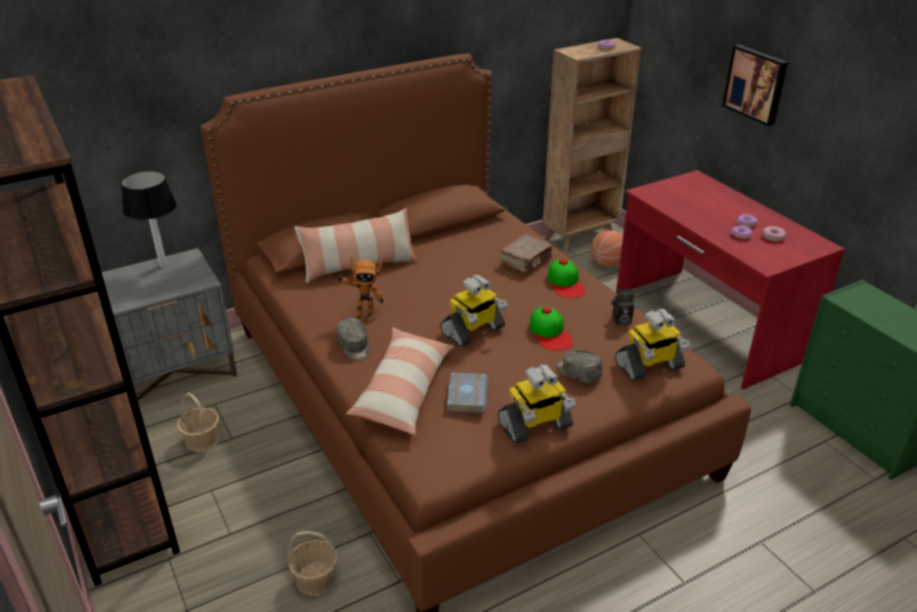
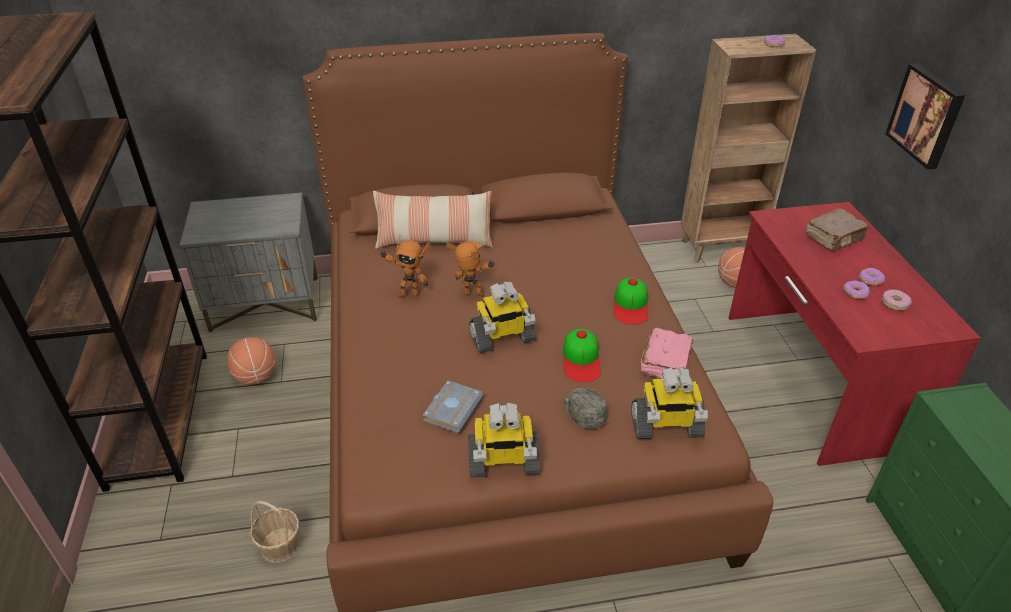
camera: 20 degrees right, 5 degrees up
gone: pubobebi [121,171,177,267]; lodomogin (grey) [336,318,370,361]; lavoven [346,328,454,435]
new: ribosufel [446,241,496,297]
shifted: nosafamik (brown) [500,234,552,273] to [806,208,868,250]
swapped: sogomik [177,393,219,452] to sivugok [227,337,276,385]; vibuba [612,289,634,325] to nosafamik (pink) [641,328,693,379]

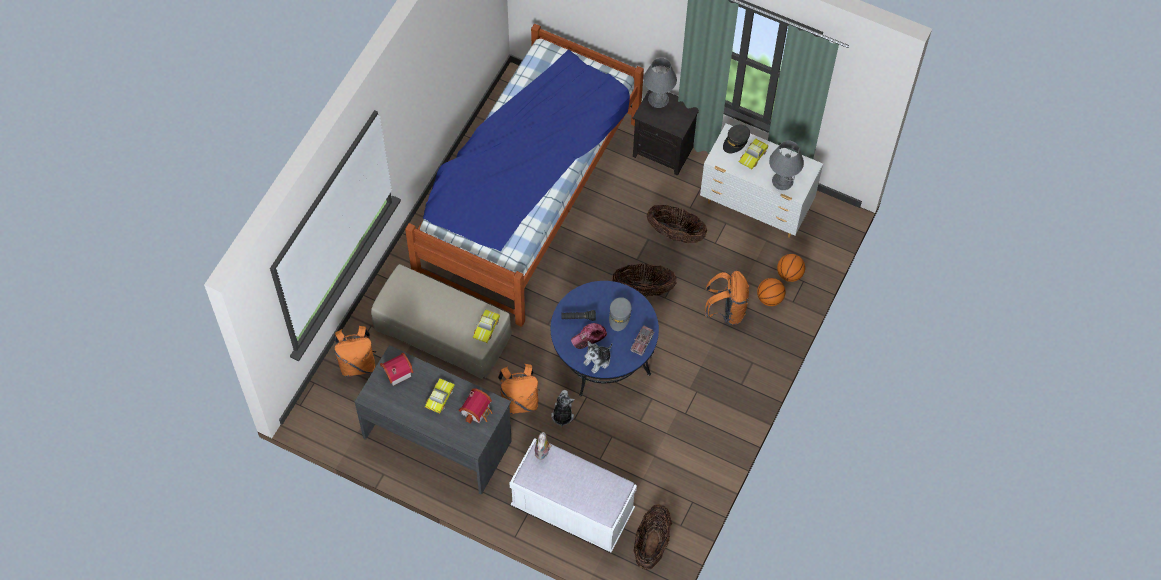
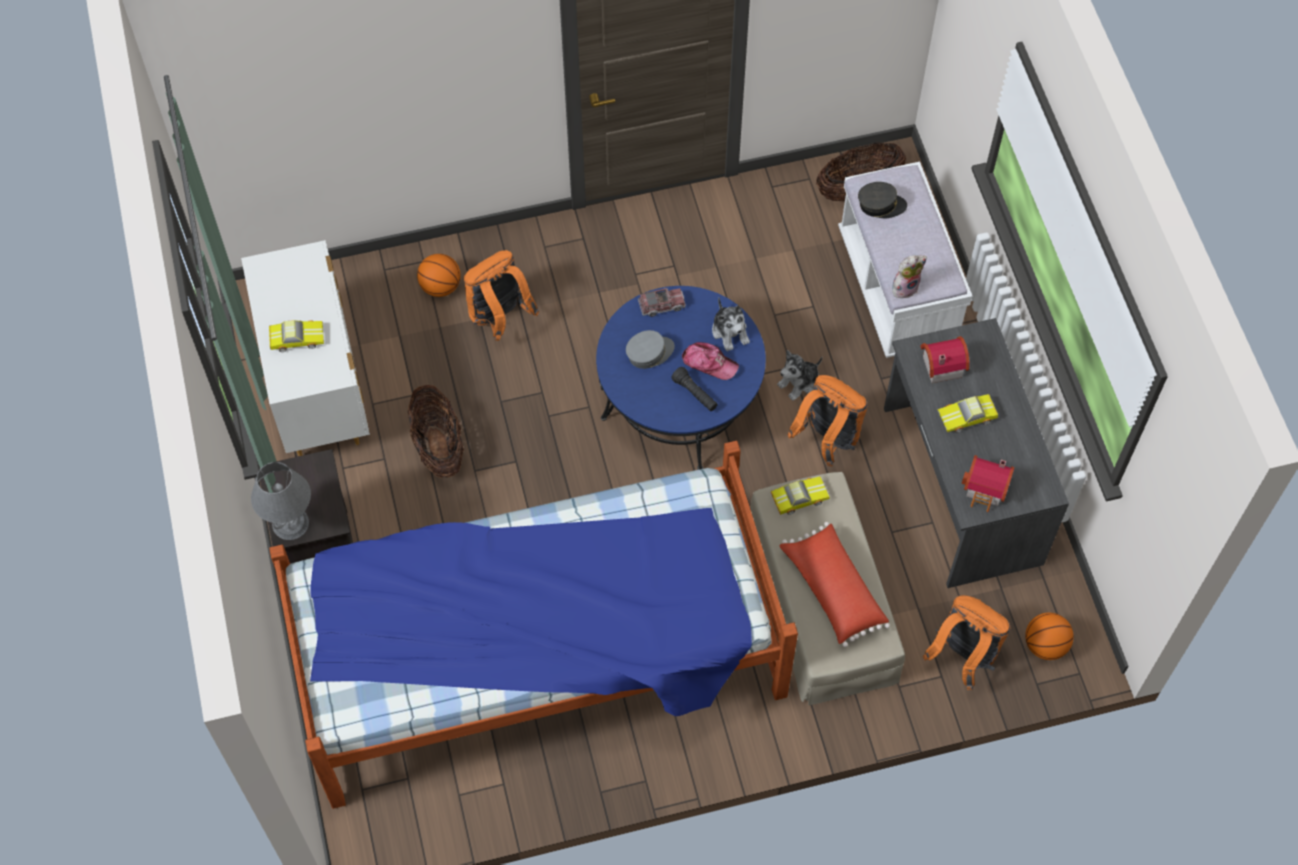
camera: 130 degrees left, 0 degrees up
gone: sogomik [612,264,677,297]; pubobebi (grey) [769,141,804,190]
new: lavoven (red) [780,522,890,647]
shifted: lodomogin (grey) [723,125,750,153] to [858,182,907,218]; sivugok [777,254,805,282] to [1025,613,1074,660]
rotated: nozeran [583,341,612,374] = [712,298,750,351] 60 degrees clockwise

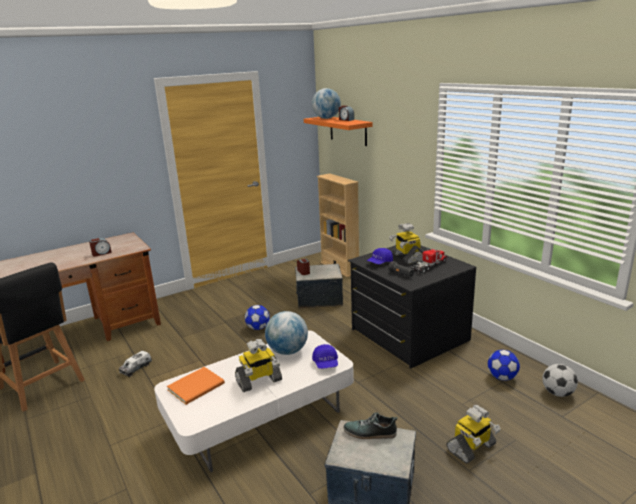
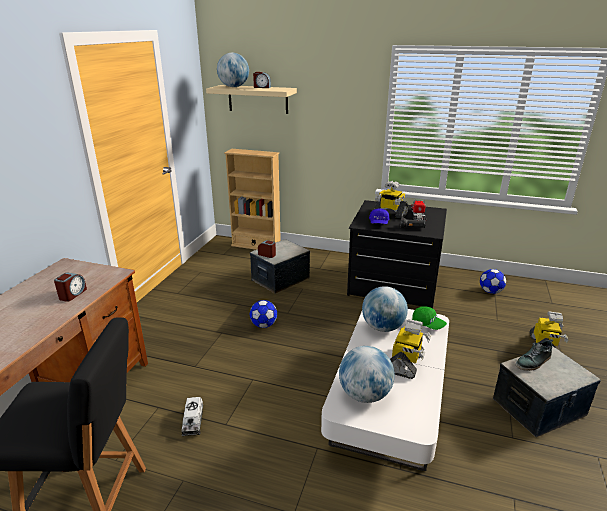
camera: 40 degrees left, 5 degrees up
gone: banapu [543,364,578,397]
swapped: nosafamik (orange) [167,367,225,405] to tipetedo [339,346,395,403]
repainted: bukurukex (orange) [304,117,373,146] to bukurukex (beige) [206,85,297,114]; lodomogin (blue) [312,344,338,369] to lodomogin (green) [412,307,447,330]

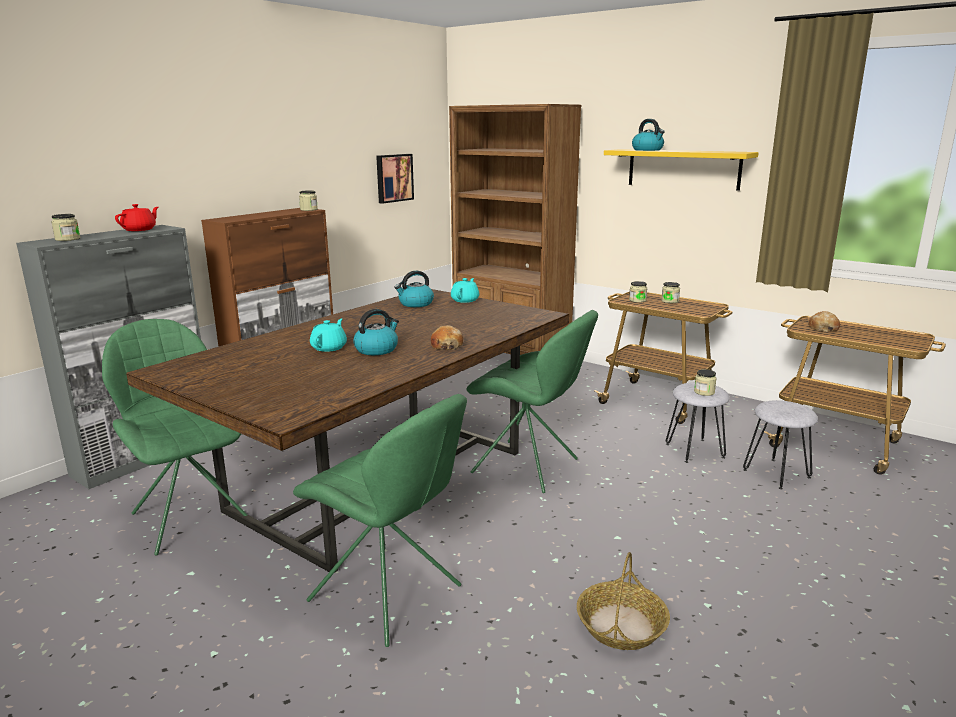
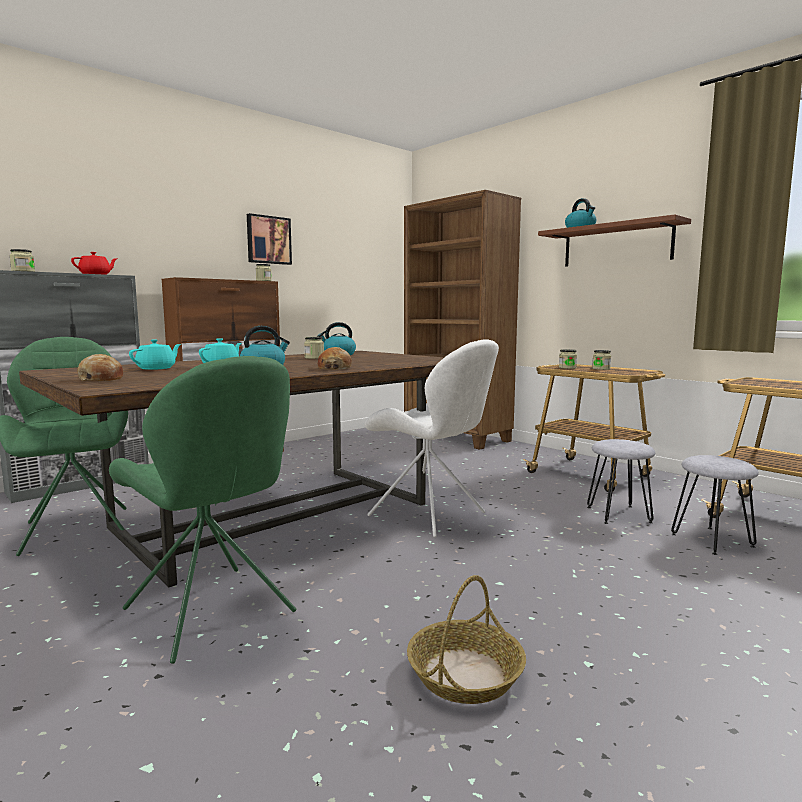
camera: 10 degrees right, 10 degrees down
shifted: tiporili [808,311,840,332] to [77,354,123,381]; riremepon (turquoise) [451,278,479,303] to [129,339,181,370]; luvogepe [376,154,414,204] to [247,213,292,265]; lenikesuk [694,369,717,396] to [304,337,324,359]
repainted: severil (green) [466,310,598,493] to severil (white) [364,339,499,538]; bukurukex (yellow) [604,149,759,191] to bukurukex (brown) [538,214,691,267]

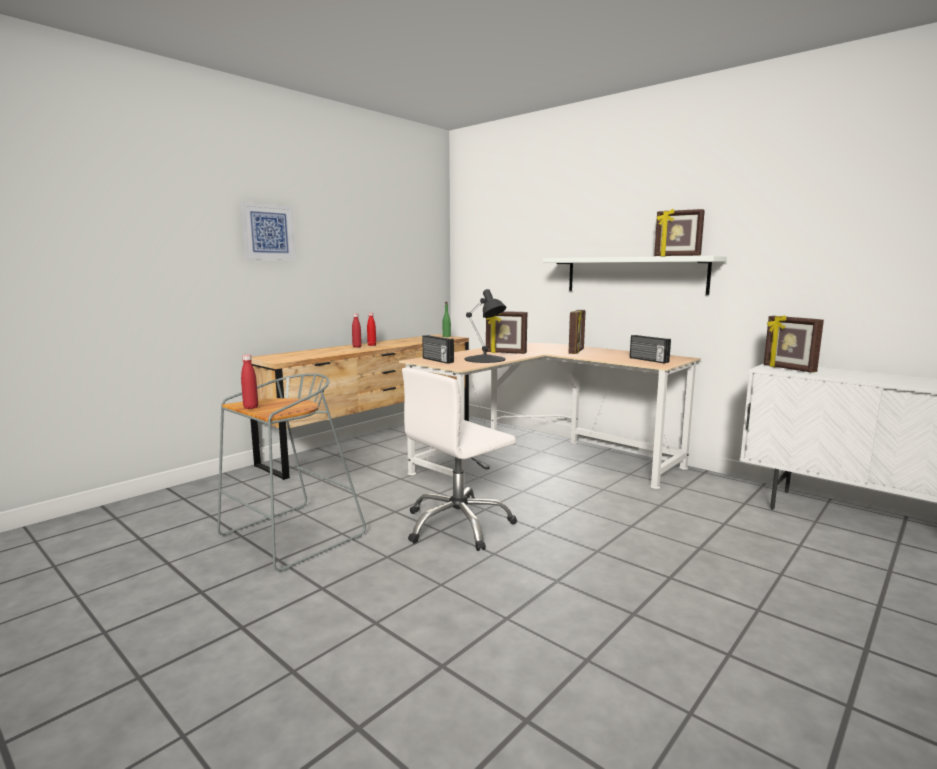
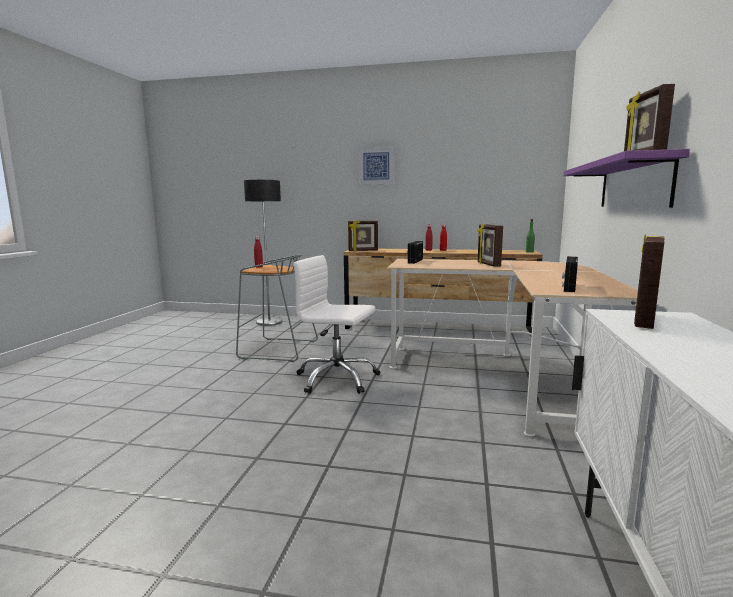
camera: 60 degrees right, 0 degrees up
gone: pubobebi (black) [465,289,506,363]
new: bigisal [244,180,282,326]
shifted: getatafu [569,310,585,354] to [348,220,378,251]
repainted: bukurukex (white) [543,256,727,295] to bukurukex (purple) [563,149,690,208]

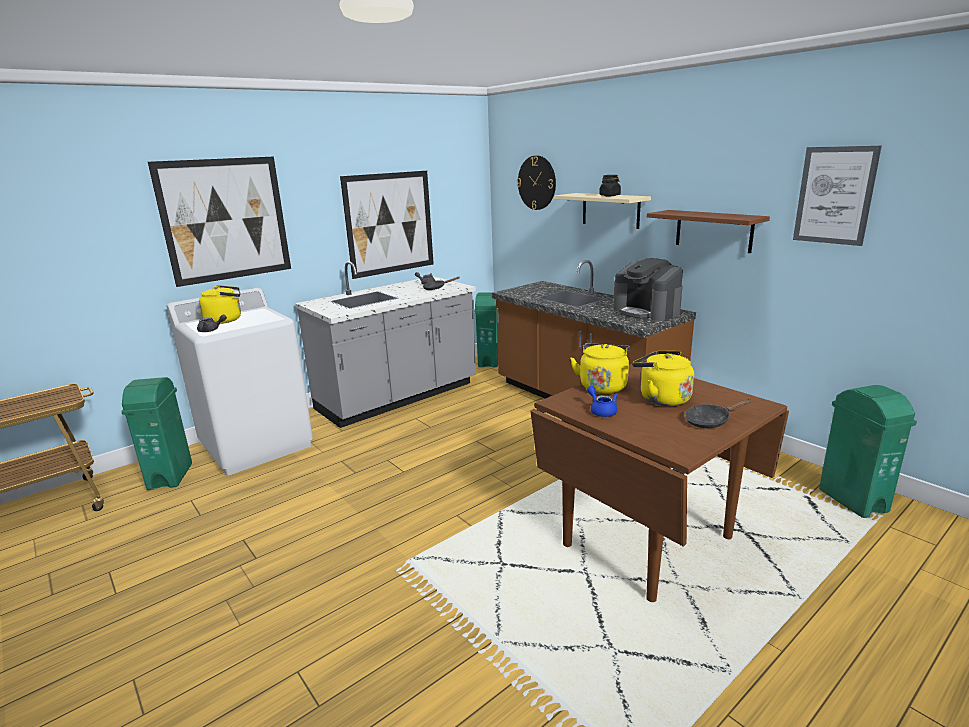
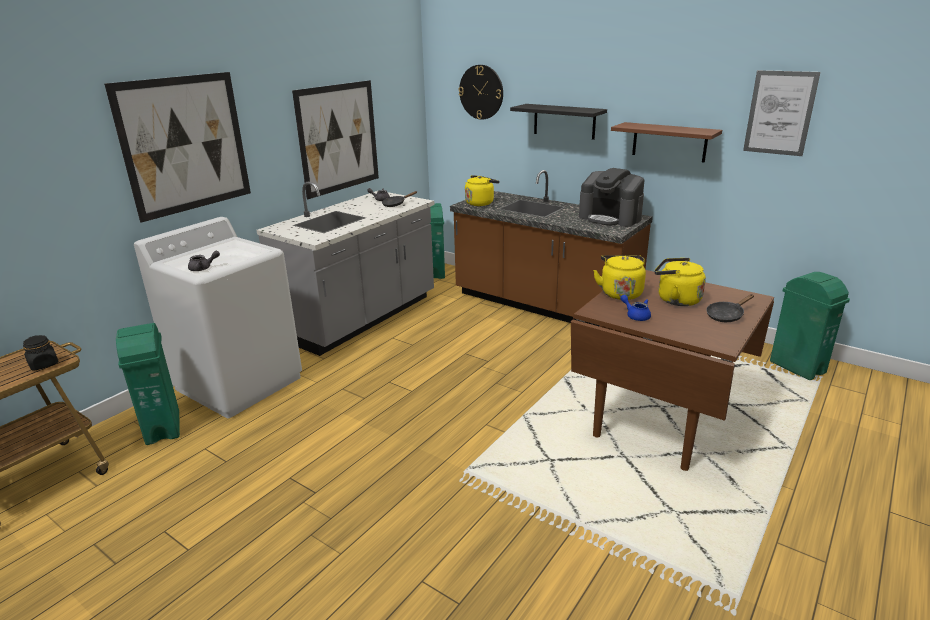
camera: 15 degrees left, 5 degrees up
shifted: lenikesuk (black) [599,175,621,196] to [23,335,58,370]; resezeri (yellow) [199,285,241,324] to [465,175,499,206]
repainted: bukurukex (beige) [554,193,651,229] to bukurukex (black) [510,104,607,140]

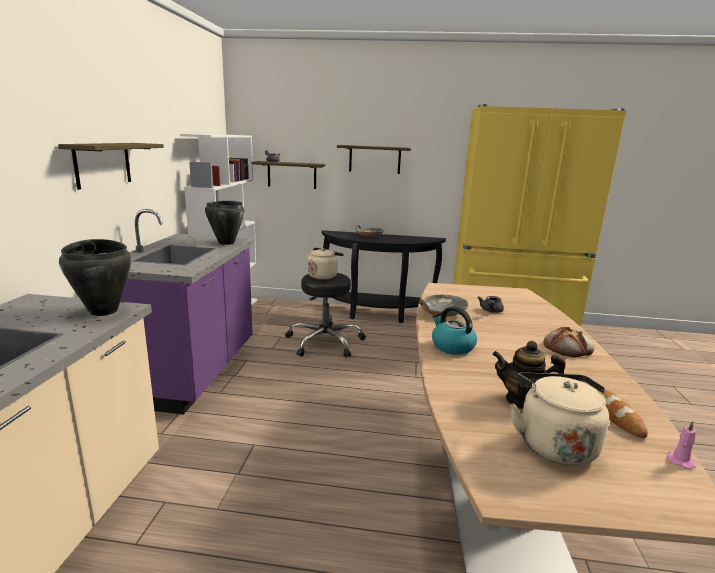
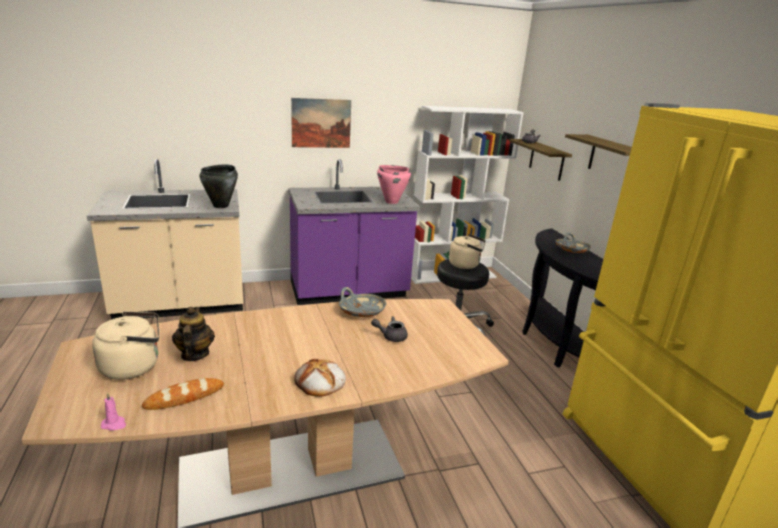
camera: 65 degrees right, 5 degrees up
gone: resezeri [432,306,477,355]
swapped: bukurukex [58,143,164,190] to luvogepe [291,98,351,148]
repainted: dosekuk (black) [205,201,244,245] to dosekuk (pink) [377,165,411,204]

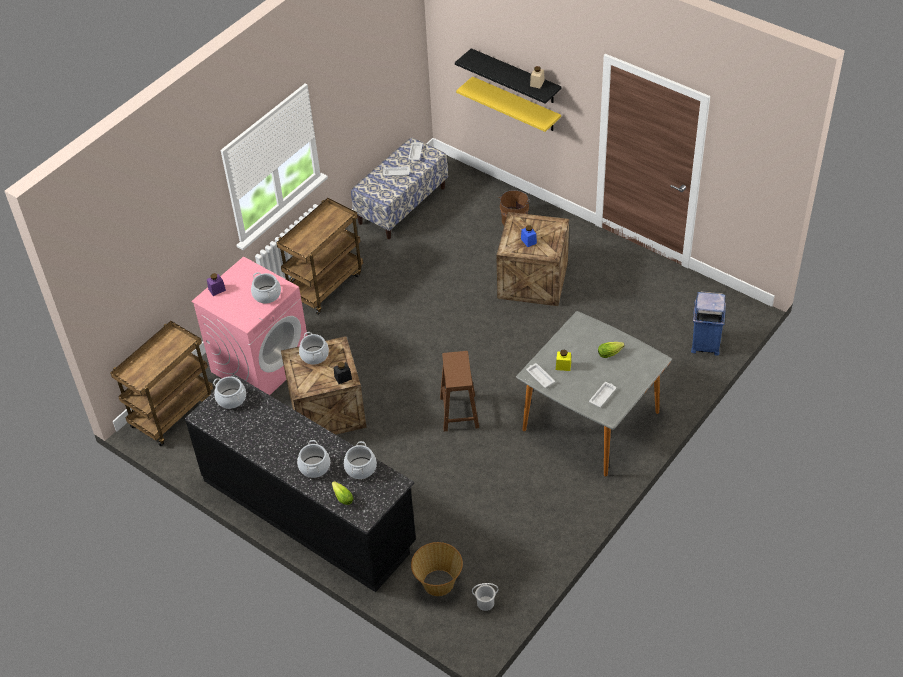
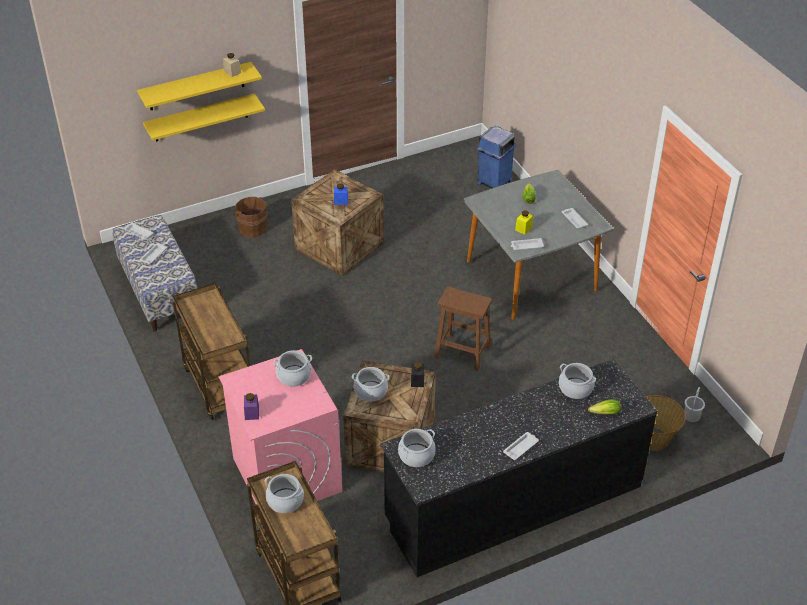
camera: 65 degrees left, 5 degrees down
new: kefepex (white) [503,432,539,460]
shifted: dosekuk [297,440,330,478] to [264,474,304,513]
repainted: bukurukex (black) [455,48,562,104] to bukurukex (yellow) [137,62,262,110]

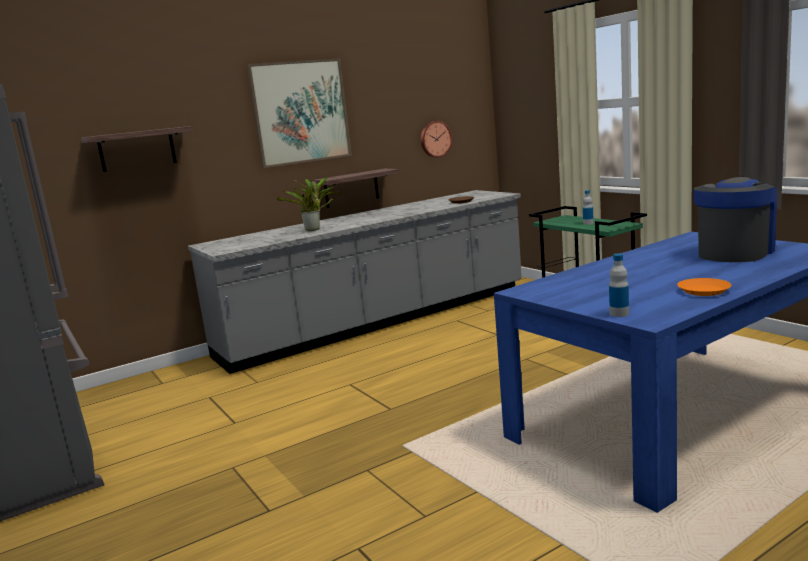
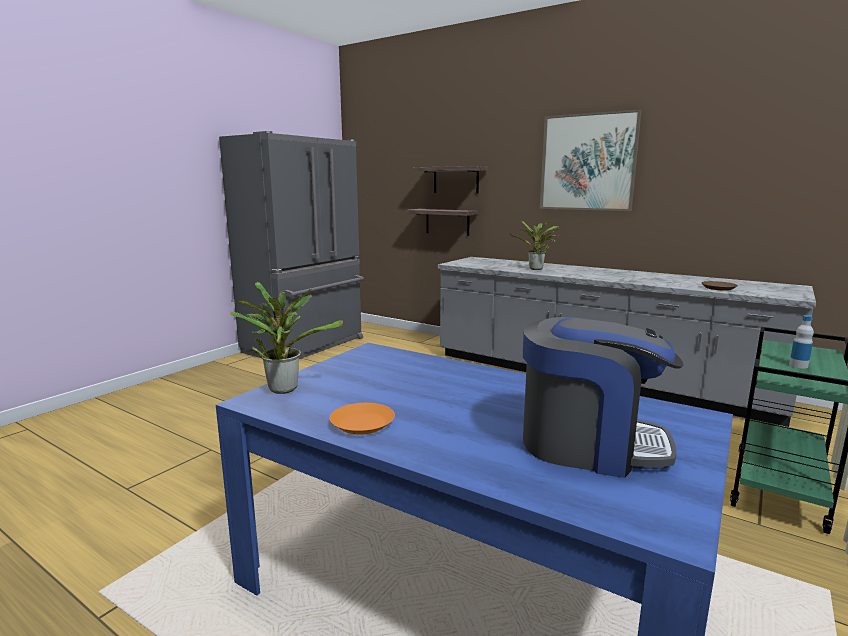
camera: 65 degrees right, 0 degrees up
gone: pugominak [421,121,452,157]
shifted: bukurukex [313,169,399,208] to [406,209,478,236]
swapped: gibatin [609,254,629,317] to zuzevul [230,282,343,394]

